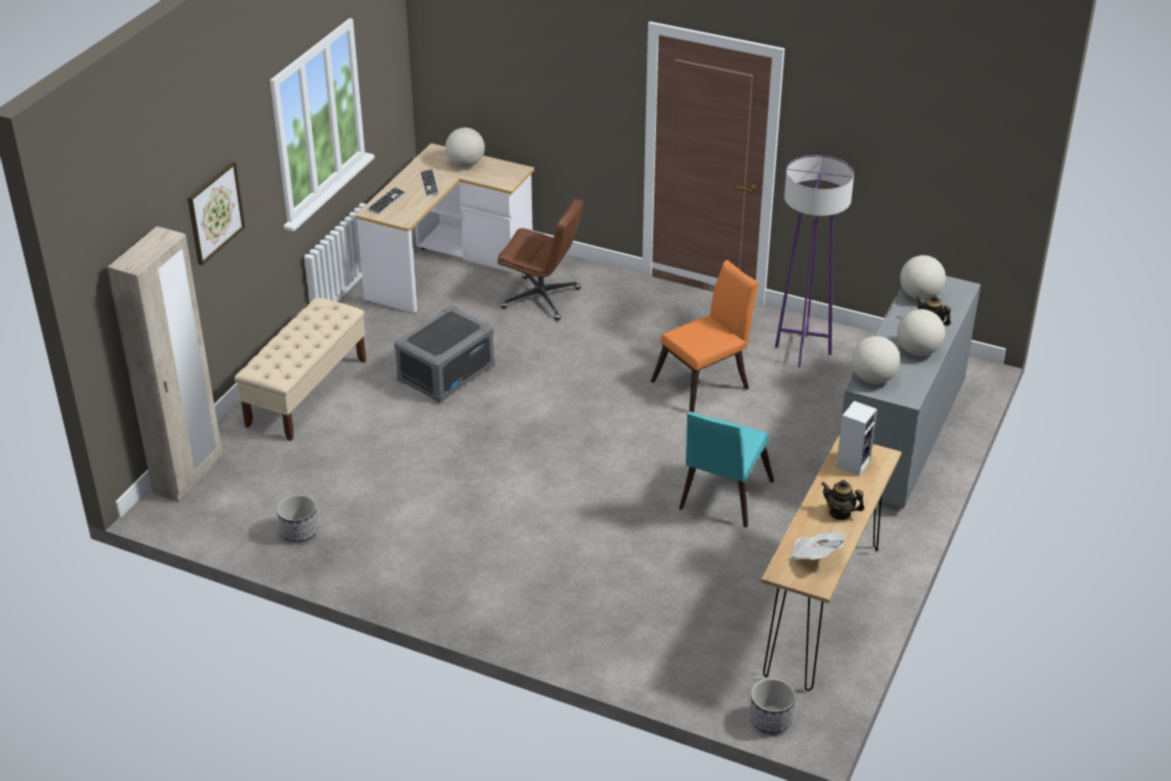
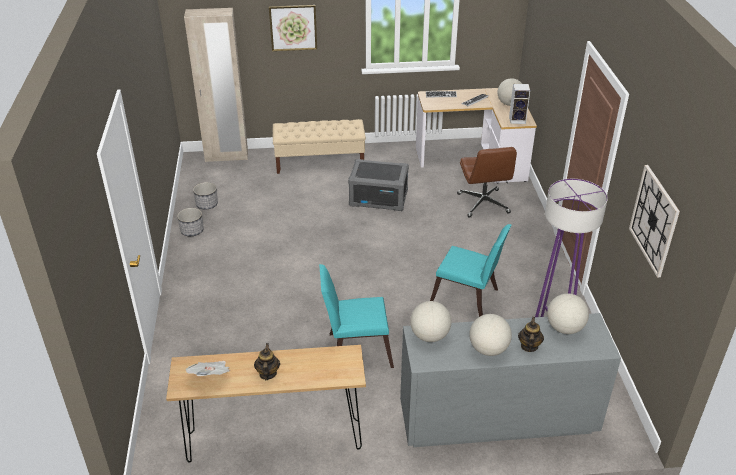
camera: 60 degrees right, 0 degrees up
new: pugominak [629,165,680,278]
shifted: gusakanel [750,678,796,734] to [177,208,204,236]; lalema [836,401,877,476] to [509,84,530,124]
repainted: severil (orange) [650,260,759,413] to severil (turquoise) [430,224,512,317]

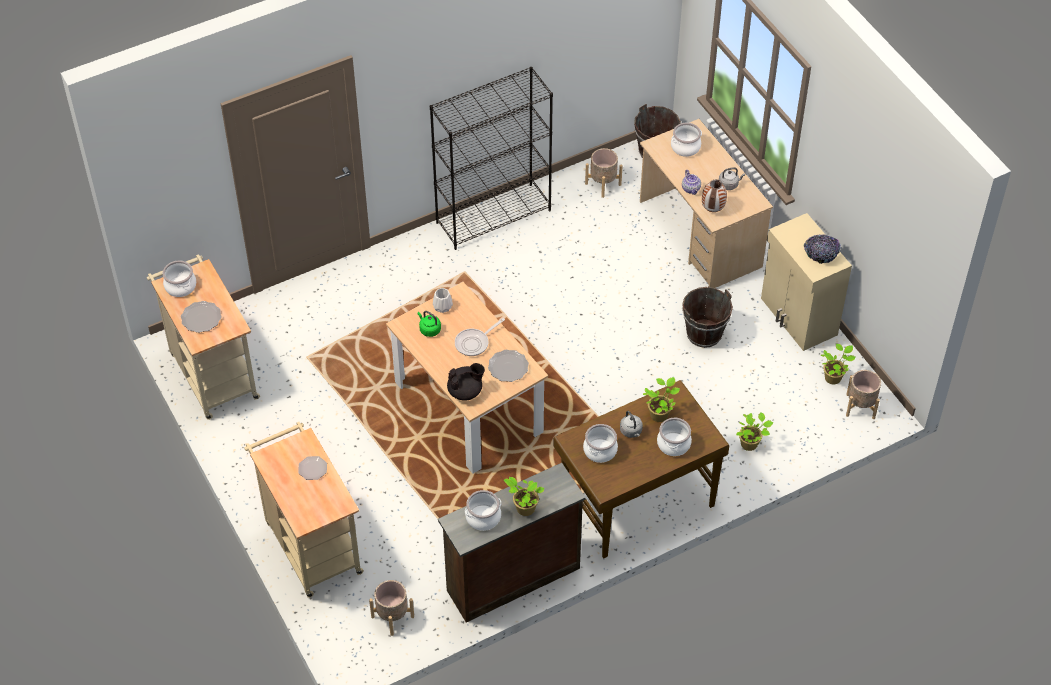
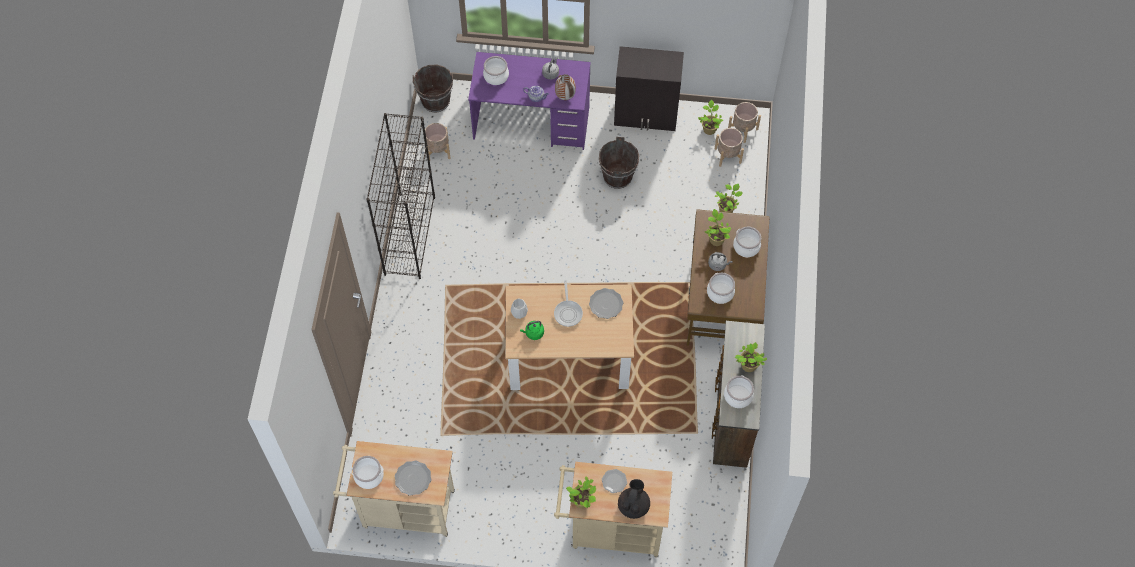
camera: 55 degrees left, 10 degrees up
gone: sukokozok [804,234,841,264]
new: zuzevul [566,476,596,508]
shifted: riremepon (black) [447,363,485,401] to [618,479,650,519]; gusakanel (beige) [369,580,414,636] to [715,128,744,167]
repainted: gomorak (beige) [640,119,773,288] to gomorak (purple) [468,52,591,150]; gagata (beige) [761,213,852,351] to gagata (black) [614,46,684,131]

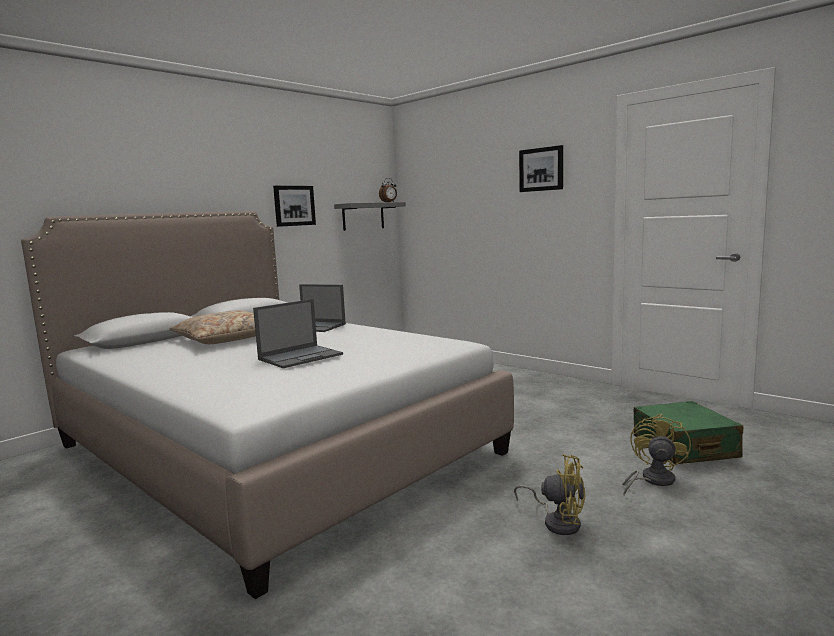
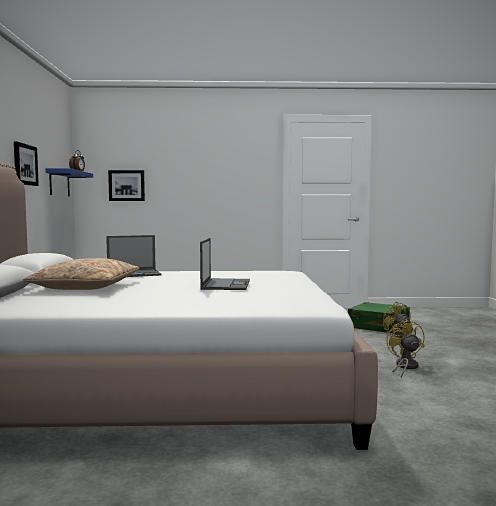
camera: 45 degrees left, 5 degrees down
shifted: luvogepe [519,145,563,192] to [108,170,145,201]
repainted: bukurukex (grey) [334,202,406,231] to bukurukex (blue) [46,168,93,196]
rotated: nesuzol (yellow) [514,454,585,535] = [387,319,425,377] 75 degrees counterclockwise

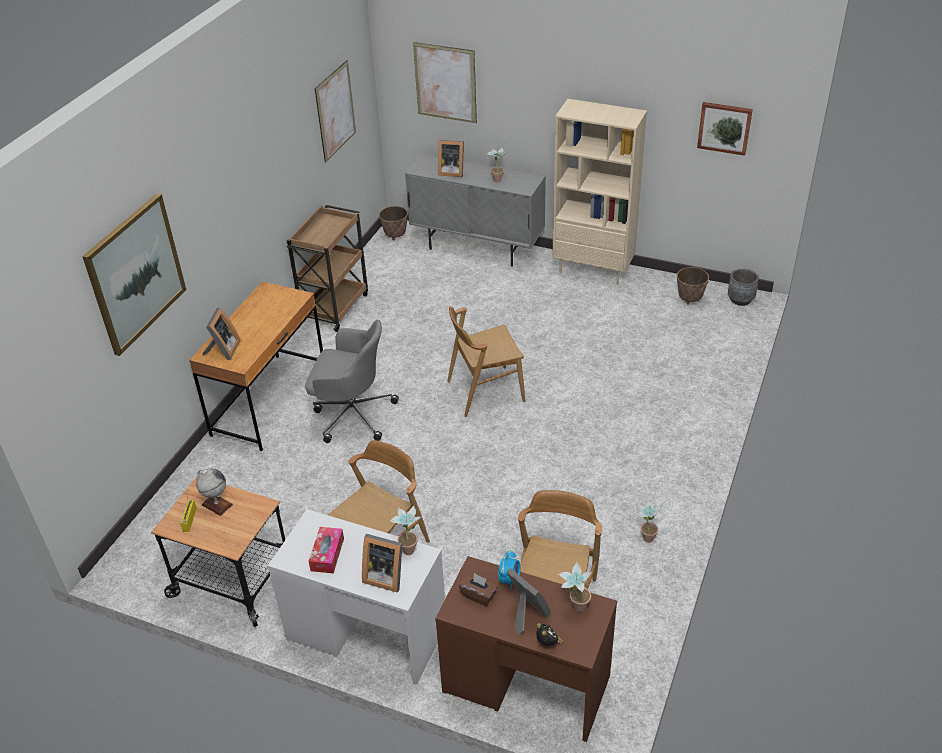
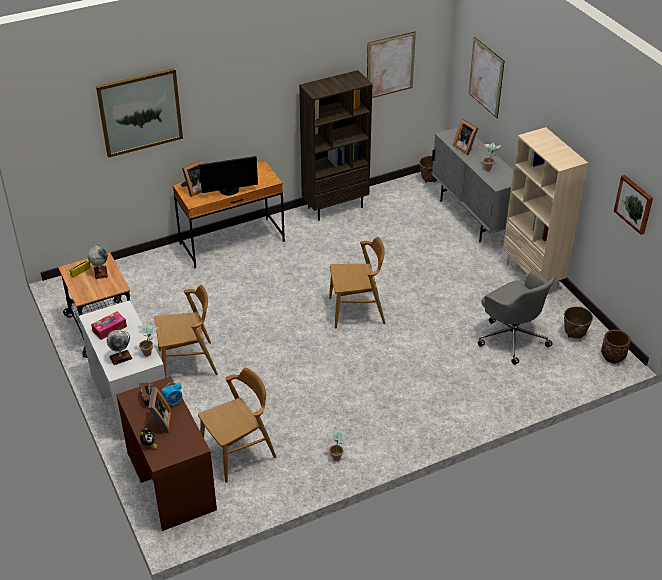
camera: 40 degrees right, 0 degrees up
gone: zuzevul [558,561,592,612]
new: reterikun [199,156,258,196]
shifted: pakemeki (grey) [305,320,399,443] to [478,271,555,365]
swapped: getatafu [362,534,403,593] to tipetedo [107,330,133,365]; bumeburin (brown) [287,205,368,332] to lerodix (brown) [299,70,372,221]
repainted: gusakanel (grey) [728,269,759,306] to gusakanel (brown) [601,330,631,363]
rotated: severil (brown) [447,307,525,417] = [329,237,386,329] 150 degrees clockwise

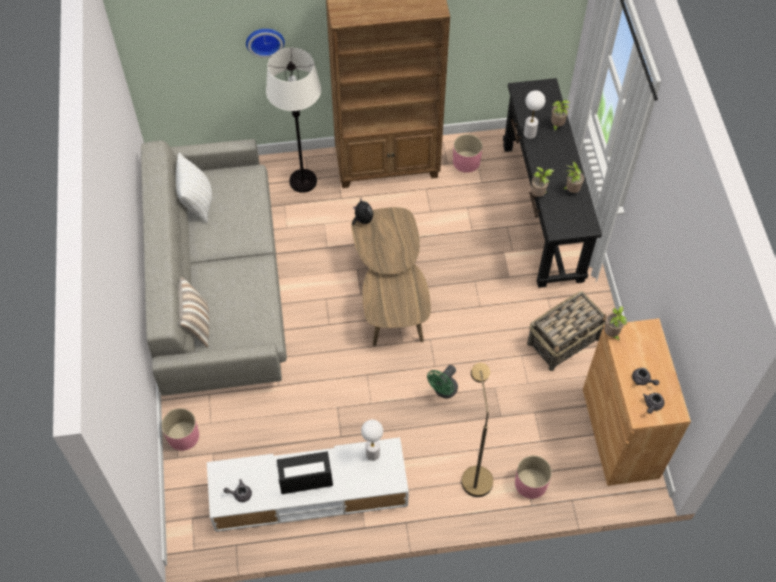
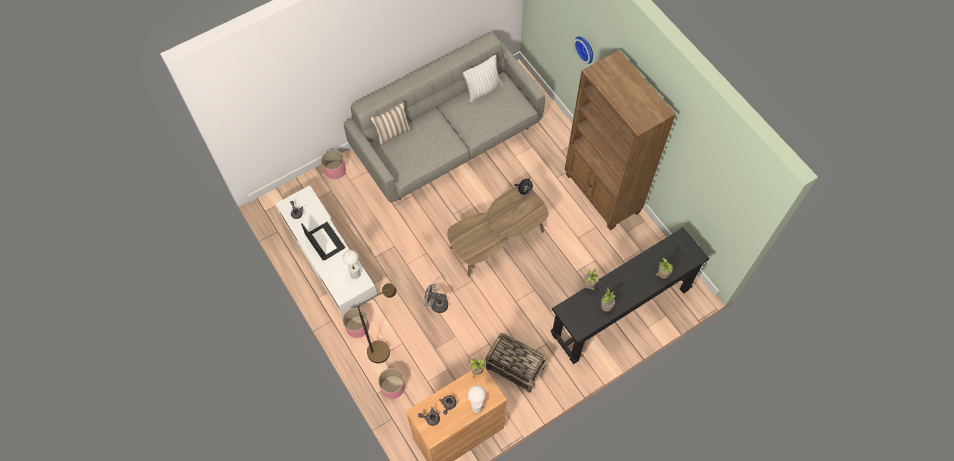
camera: 65 degrees right, 5 degrees up
gone: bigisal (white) [266,48,321,193]
shifted: gusakanel (pink) [453,134,483,173] to [343,308,369,338]; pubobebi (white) [524,90,545,139] to [468,385,486,413]
repainted: nesuzol (green) [427,365,458,398] to nesuzol (grey) [425,284,448,313]

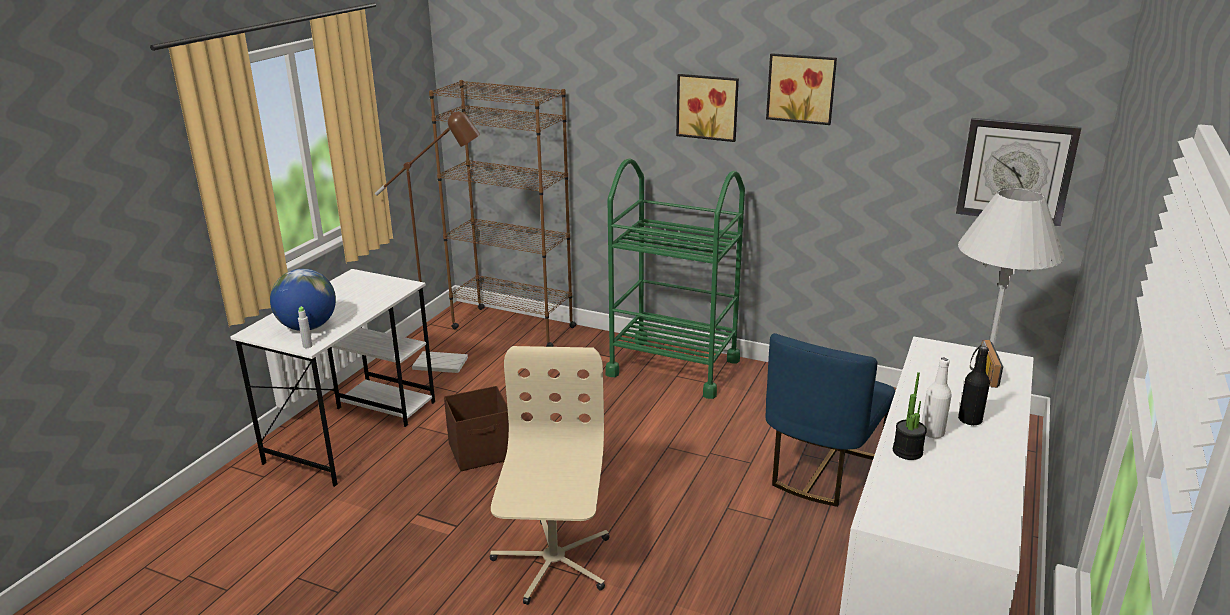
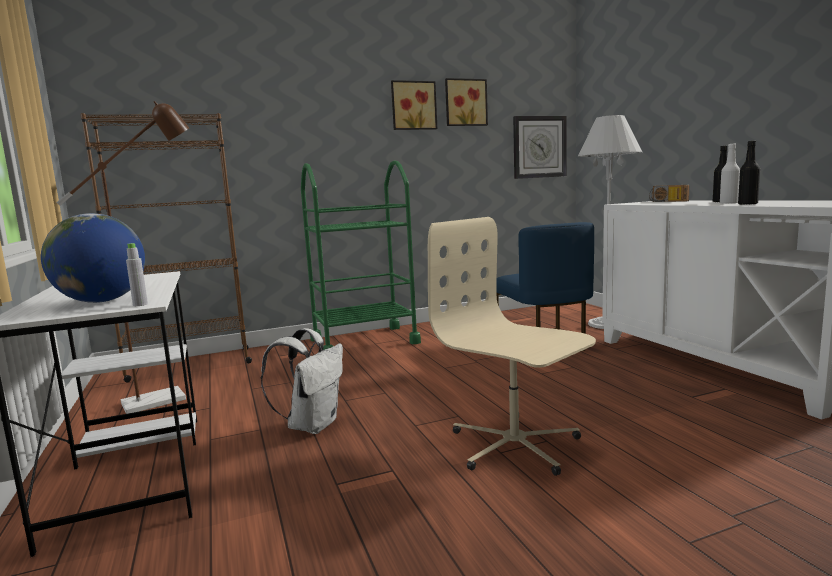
camera: 45 degrees left, 15 degrees down
shifted: luvogepe [676,74,739,142] to [445,78,488,126]
swapped: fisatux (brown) [444,386,509,471] to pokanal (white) [261,328,343,434]; zuzevul [893,372,927,460] to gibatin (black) [738,141,760,205]

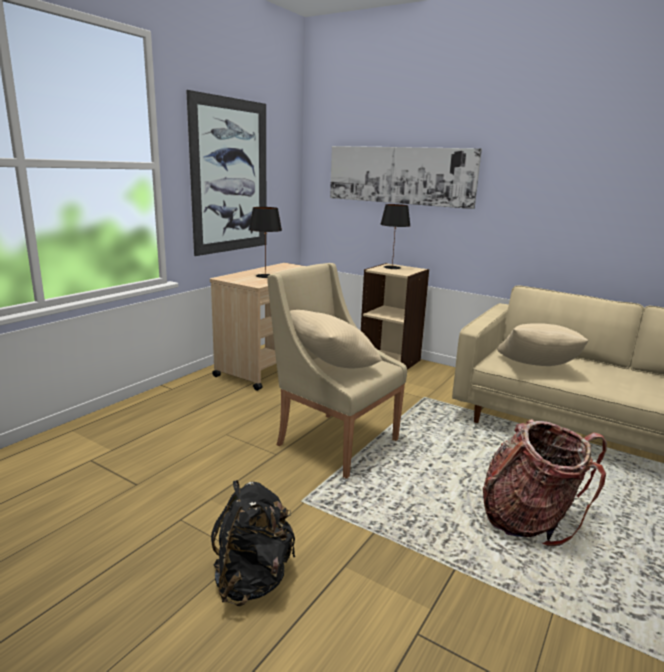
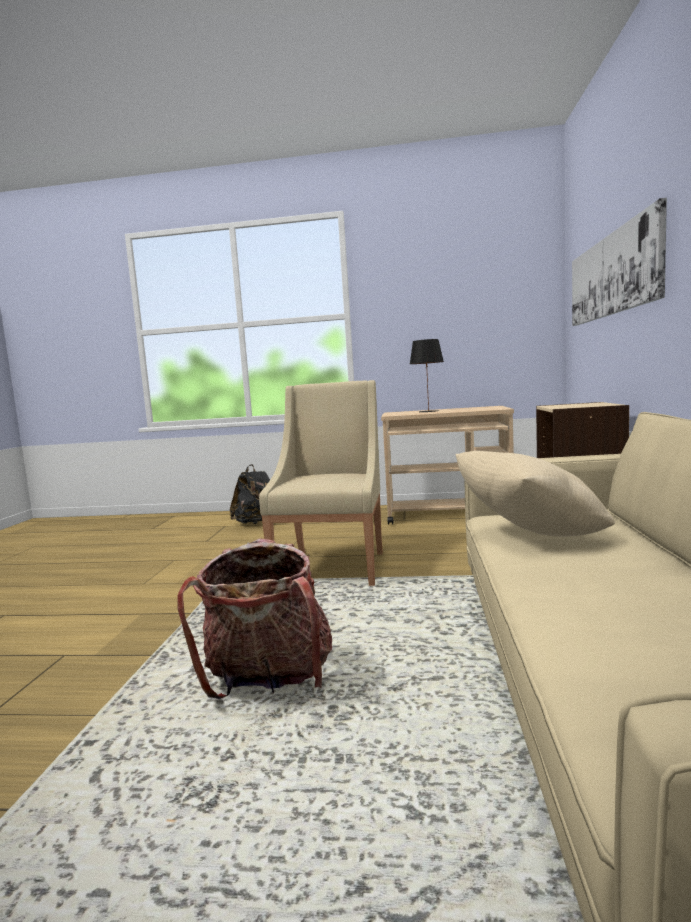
camera: 65 degrees right, 10 degrees down
gone: luvogepe [186,90,267,256]; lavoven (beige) [290,310,382,369]; pubobebi (black) [380,204,410,269]
shifted: pokanal (black) [211,480,295,606] to [230,464,270,524]

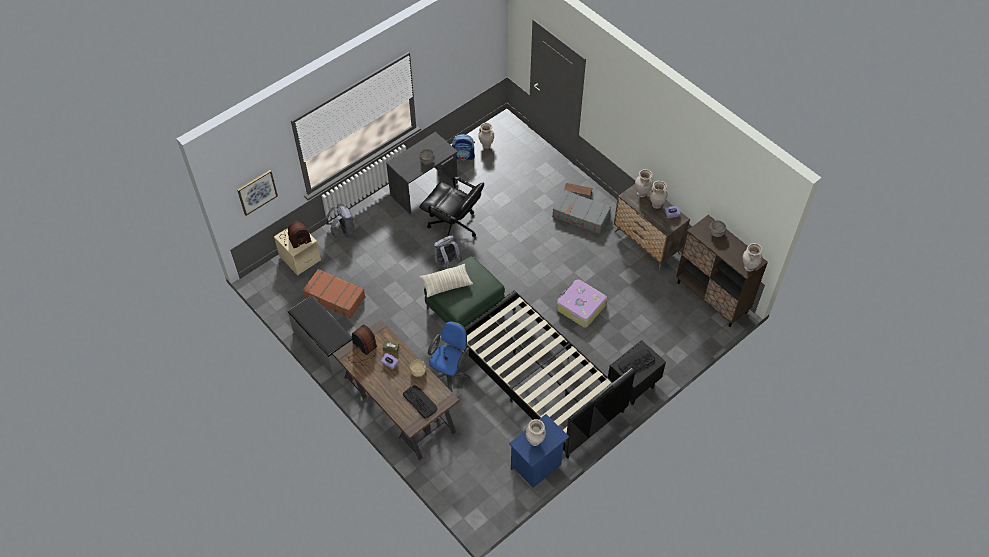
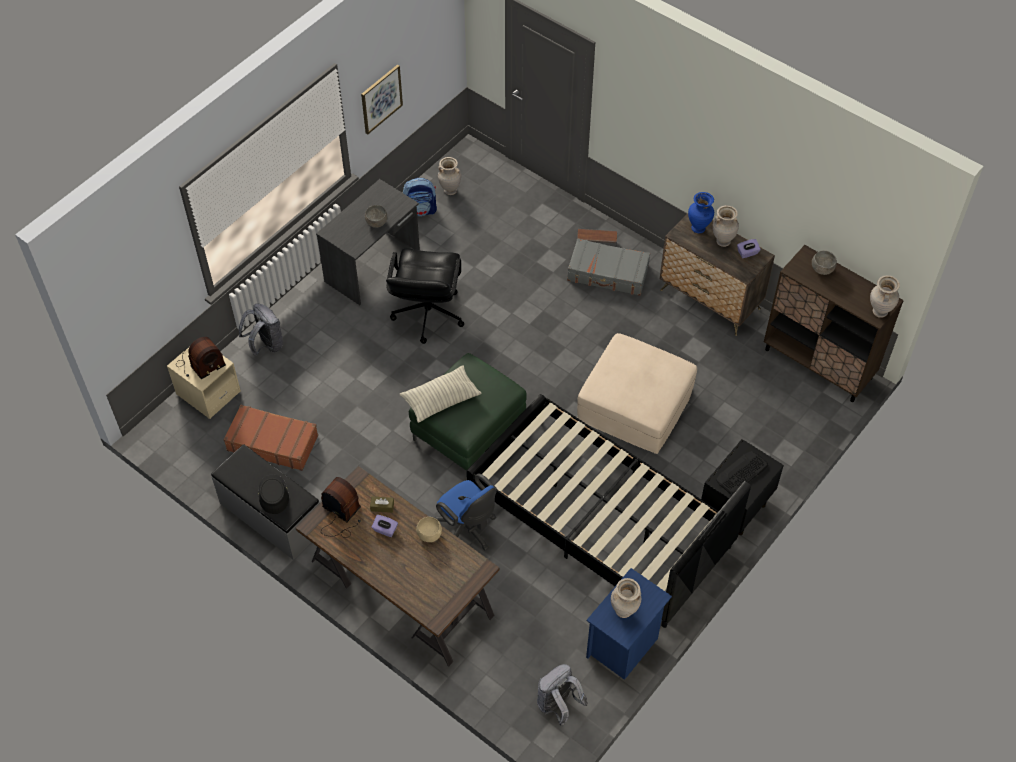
camera: 10 degrees left, 0 degrees up
gone: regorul [403,385,438,419]
new: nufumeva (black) [259,474,289,514]
shifted: luvogepe [237,170,278,216] to [361,65,403,134]; pokanal (grey) [434,235,462,270] to [537,664,588,726]
swapped: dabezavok [557,279,607,328] to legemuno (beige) [577,333,697,454]
repainted: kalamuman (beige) [635,169,653,197] to kalamuman (blue) [688,192,714,233]
rotated: pakemeki (black) [419,176,484,237] = [386,248,464,344] 75 degrees clockwise; pakemeki (blue) [428,321,471,392] = [435,474,497,551] 120 degrees clockwise

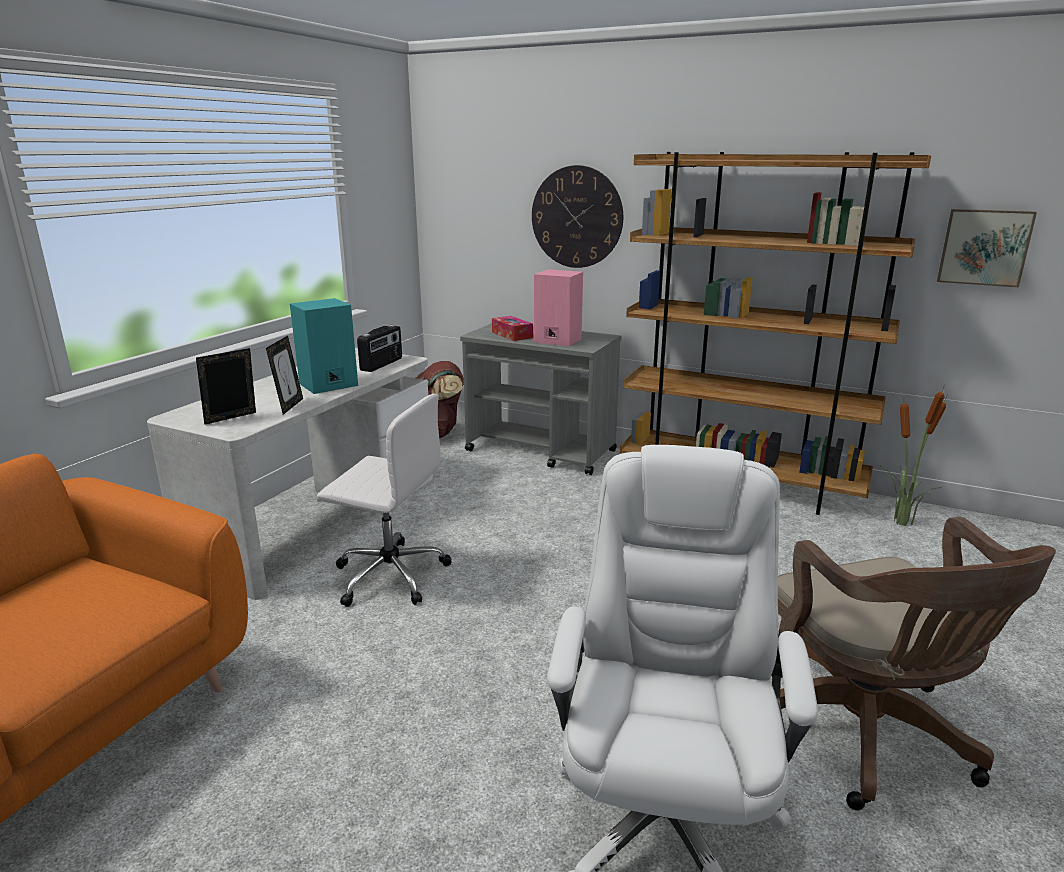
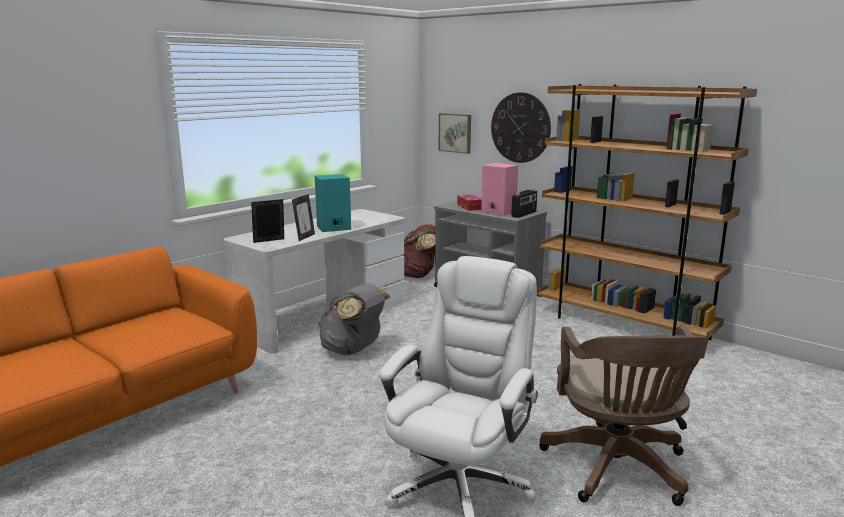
camera: 15 degrees right, 5 degrees down
gone: zuzevul [881,385,948,526]
shifted: luvogepe [937,209,1037,287] to [439,113,471,154]; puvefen [357,325,402,372] to [511,190,537,218]
swapped: pakemeki (white) [317,394,452,607] to pokanal (grey) [319,283,390,355]

